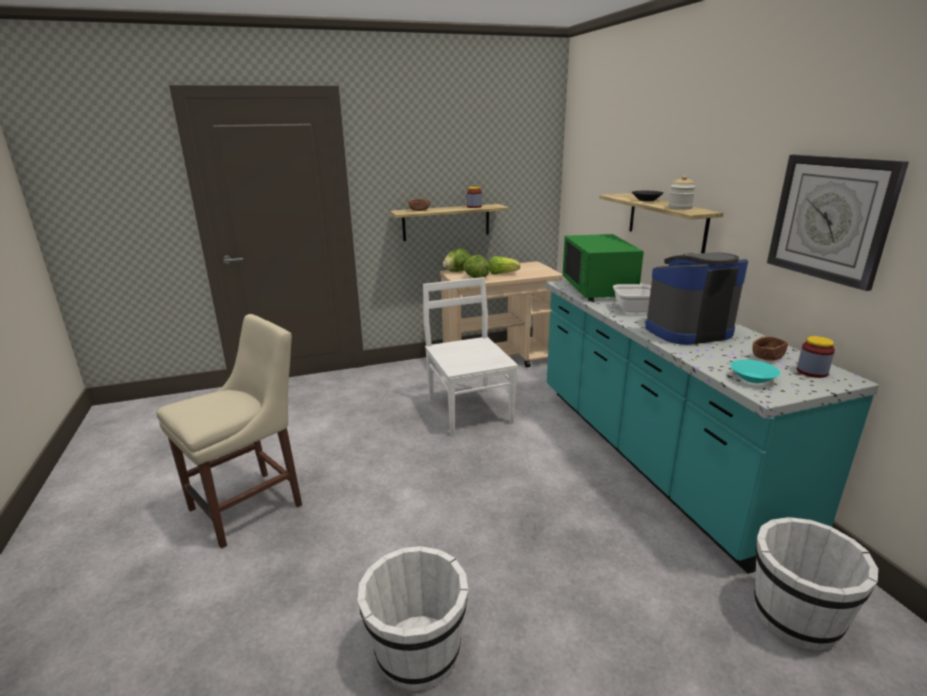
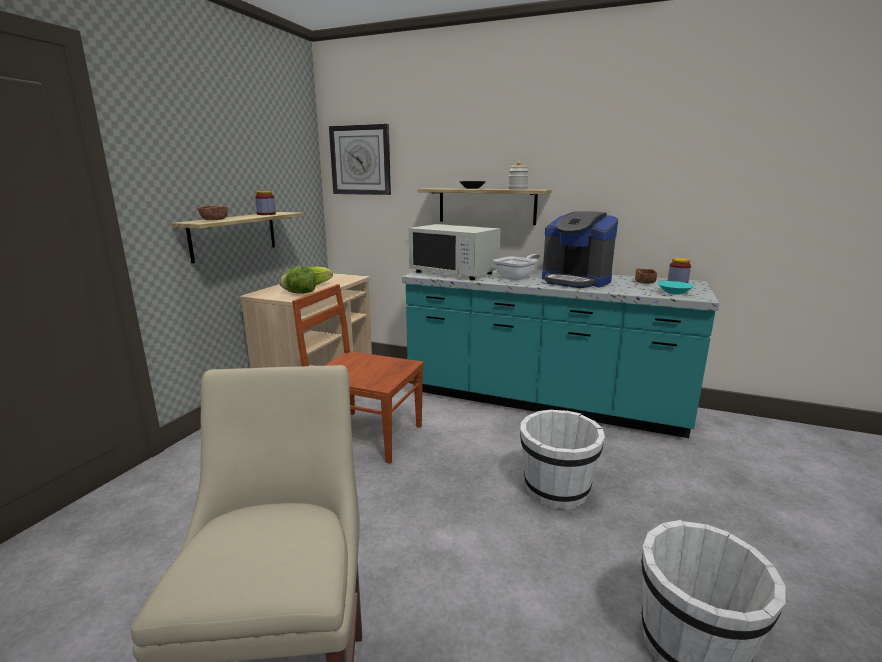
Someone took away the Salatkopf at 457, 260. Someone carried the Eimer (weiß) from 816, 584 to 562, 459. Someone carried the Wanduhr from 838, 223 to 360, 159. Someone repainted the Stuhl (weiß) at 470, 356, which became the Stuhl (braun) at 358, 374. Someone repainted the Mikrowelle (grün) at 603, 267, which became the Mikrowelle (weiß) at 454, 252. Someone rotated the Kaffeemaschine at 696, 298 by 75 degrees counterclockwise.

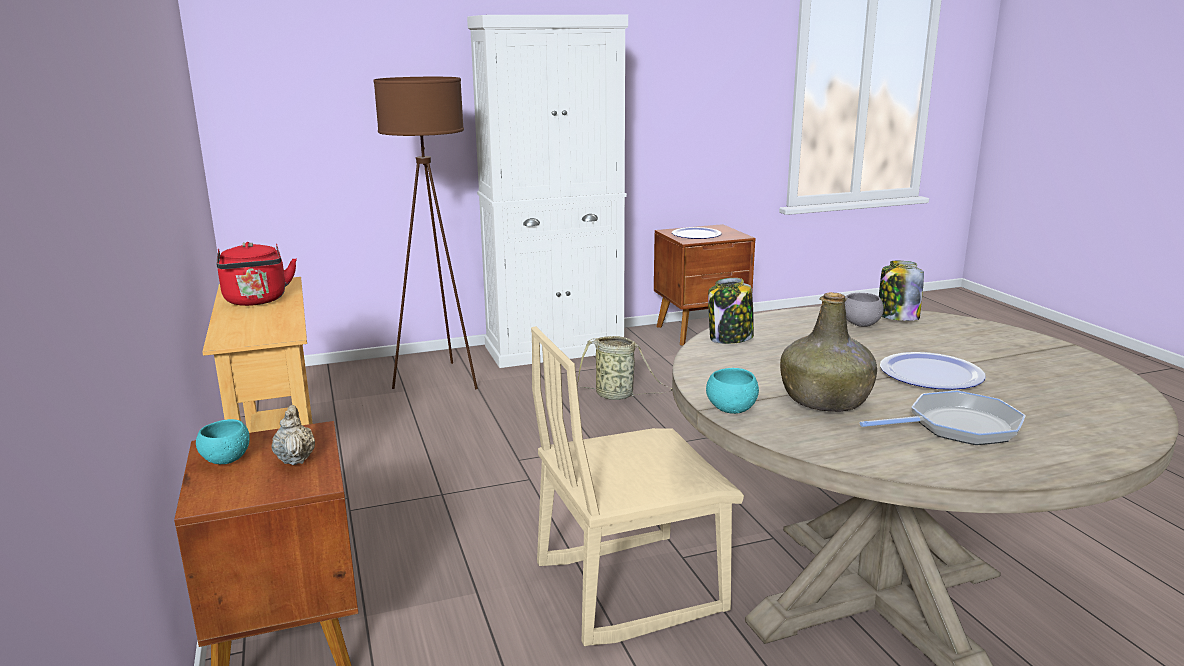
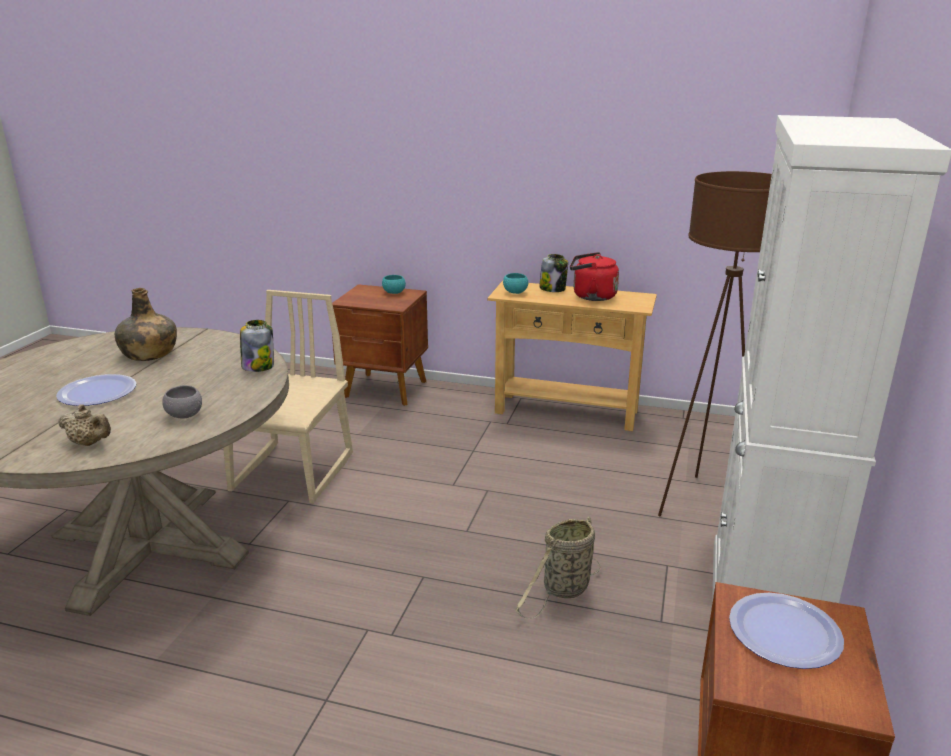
Someone took away the Pfanne at 943, 417. Someone carried the Teekanne (beige) from 293, 435 to 84, 425. Someone carried the Schüssel (türkis) from 732, 391 to 515, 283. Someone carried the Vorratsglas from 901, 291 to 553, 273.

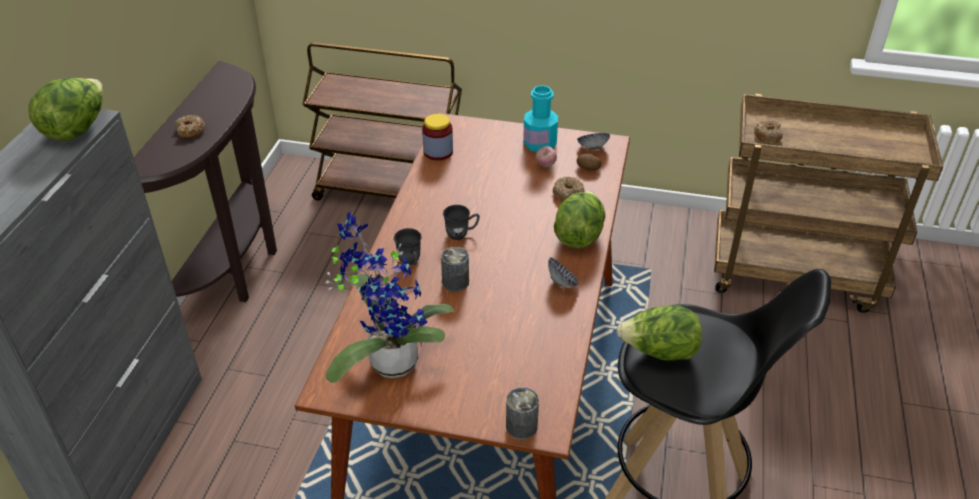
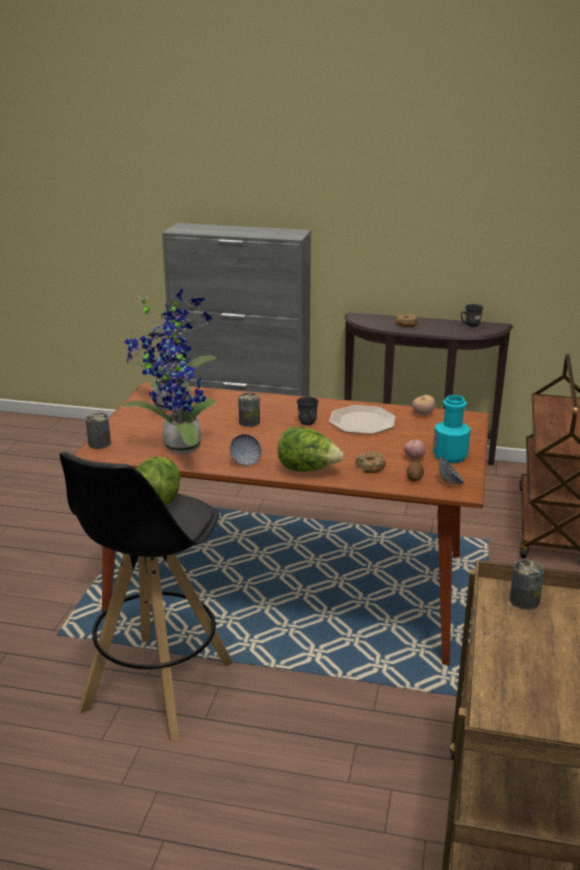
Someone took away the Salatkopf at 66, 109. Someone put down the Topfpflanze at 169, 395. Someone put down the Teller at 362, 419. Someone carried the Henkelbecher (grau) from 408, 246 to 472, 315. Someone swapped the Vorratsglas at 437, 137 for the Tomate at 423, 405. Someone swapped the Donut at 768, 132 for the Dose at 526, 584.

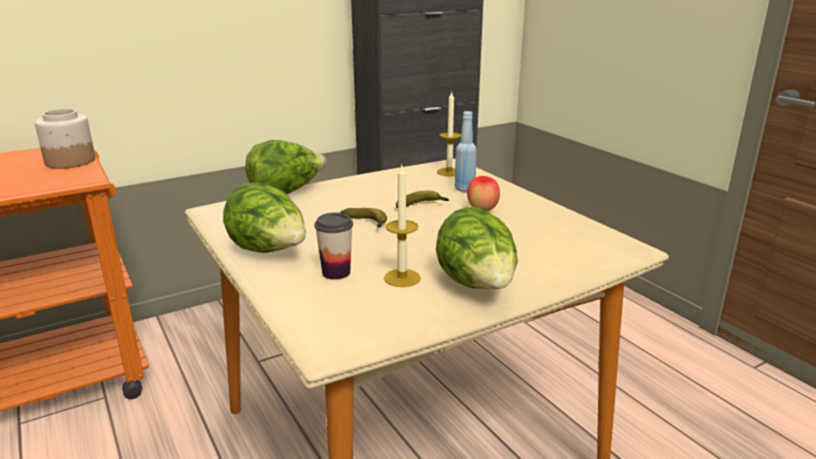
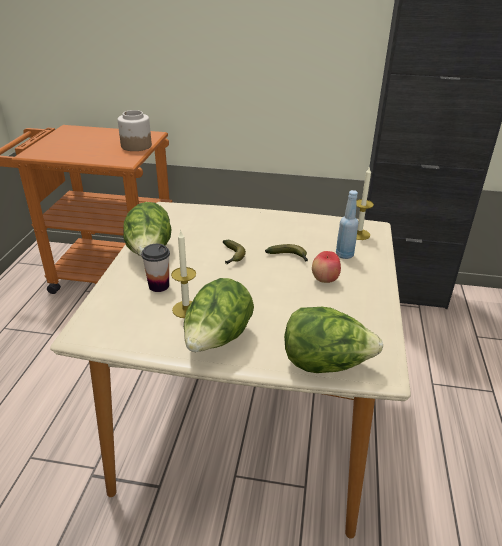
Someone carried the Salatkopf from 285, 167 to 333, 340.

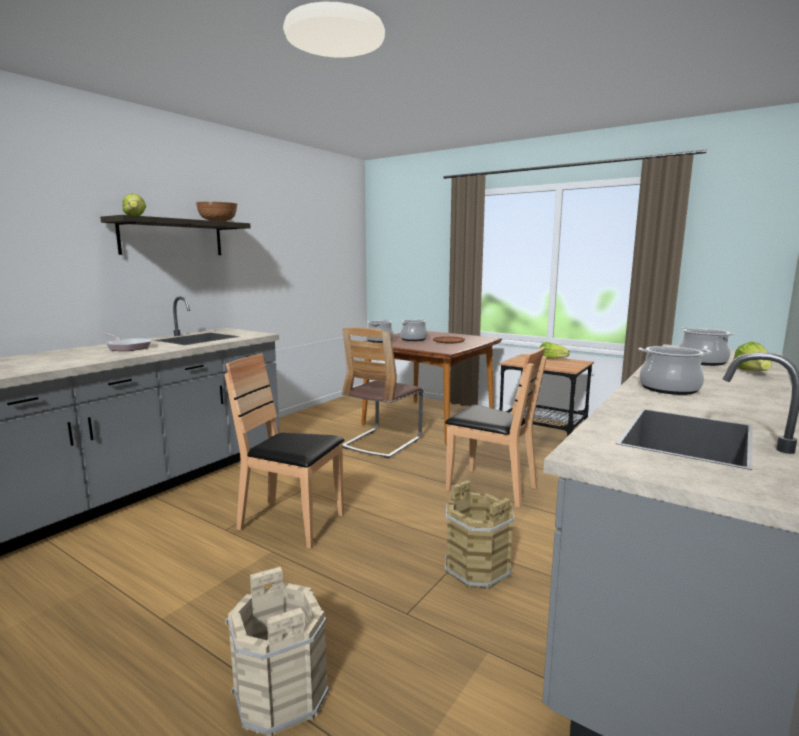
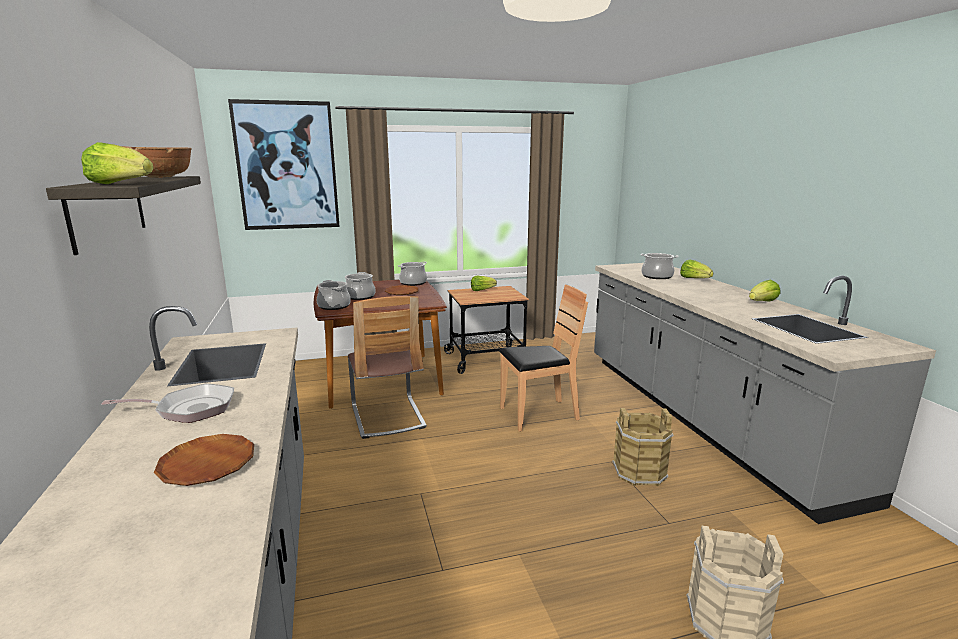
Someone took away the Stuhl (braun) at 284, 451. Someone put down the Teller (braun) at 204, 460. Someone put up the Bild at 284, 164. Someone put down the Salatkopf at 764, 290. Someone carried the Kochtopf from 674, 370 to 412, 274.

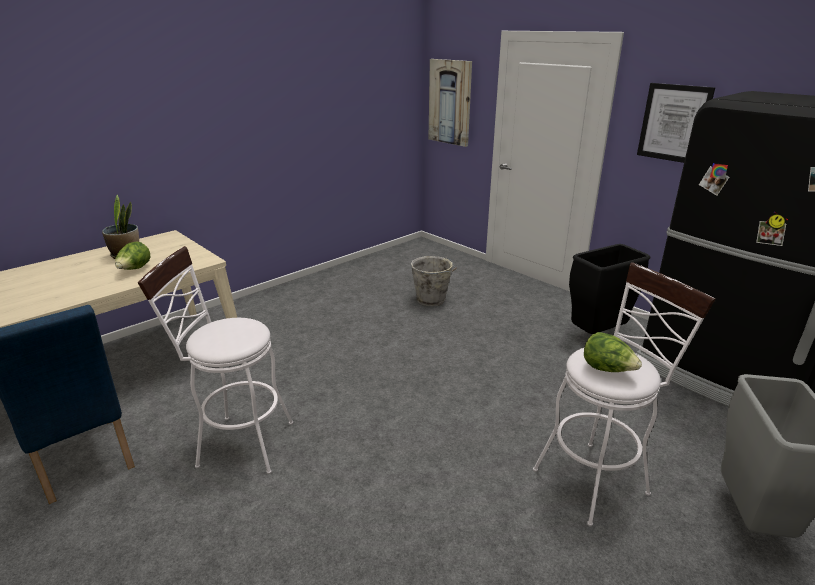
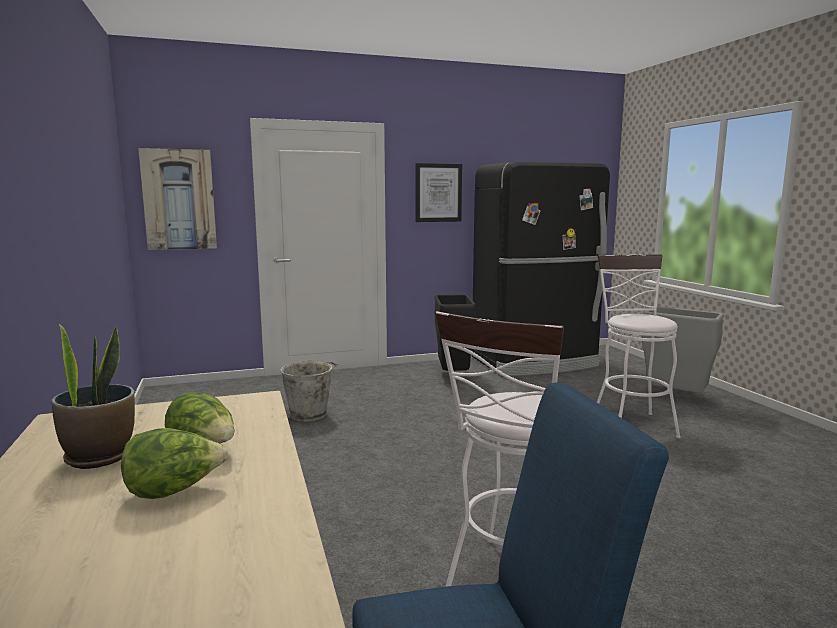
Someone carried the Salatkopf from 613, 352 to 174, 463.

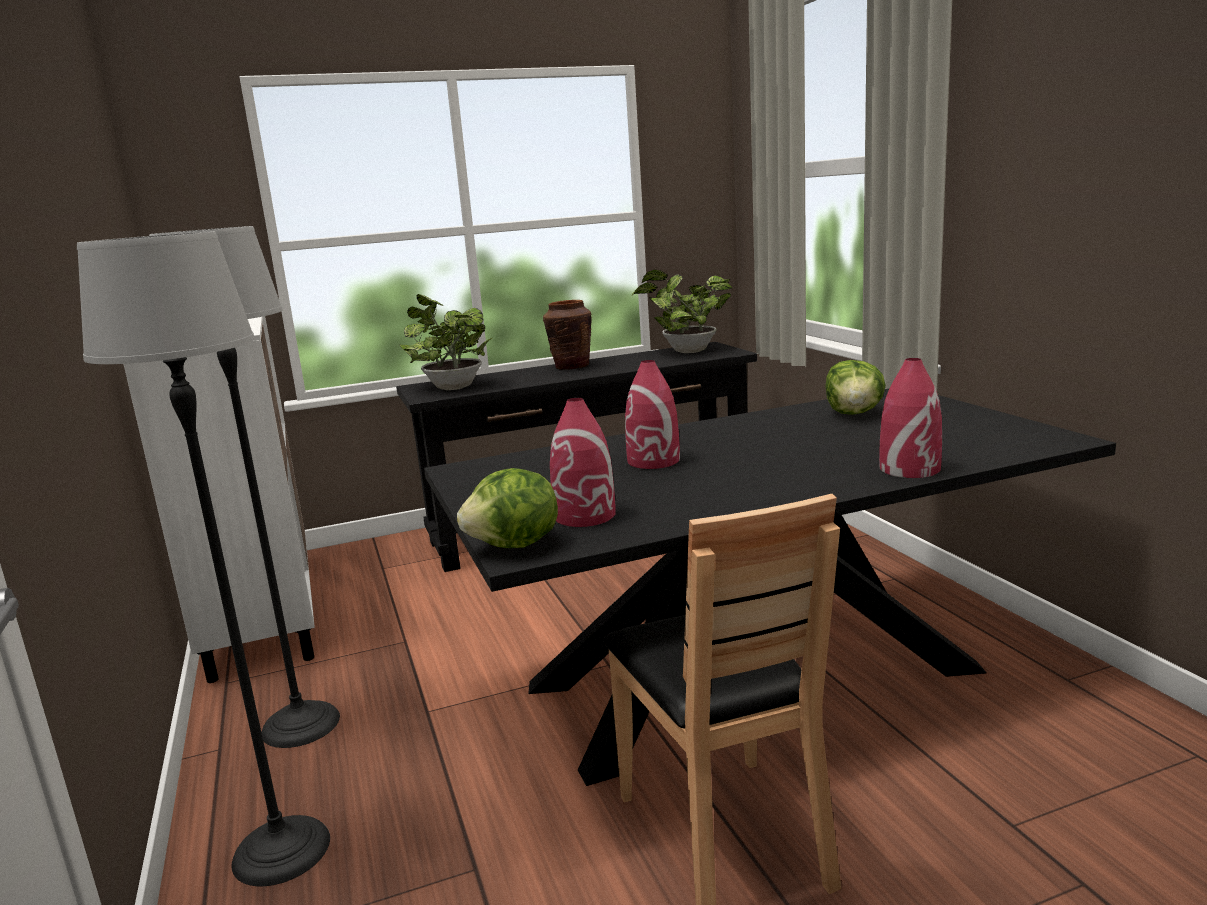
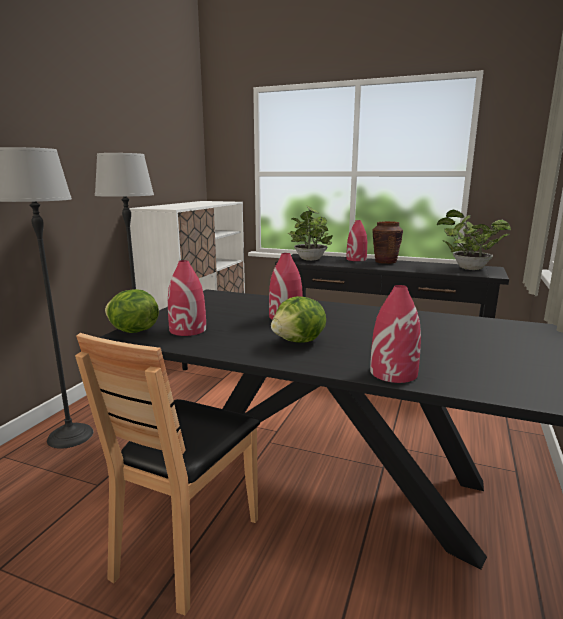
Someone put down the Vase (rot) at 356, 240. Someone carried the Salatkopf from 855, 387 to 298, 319.

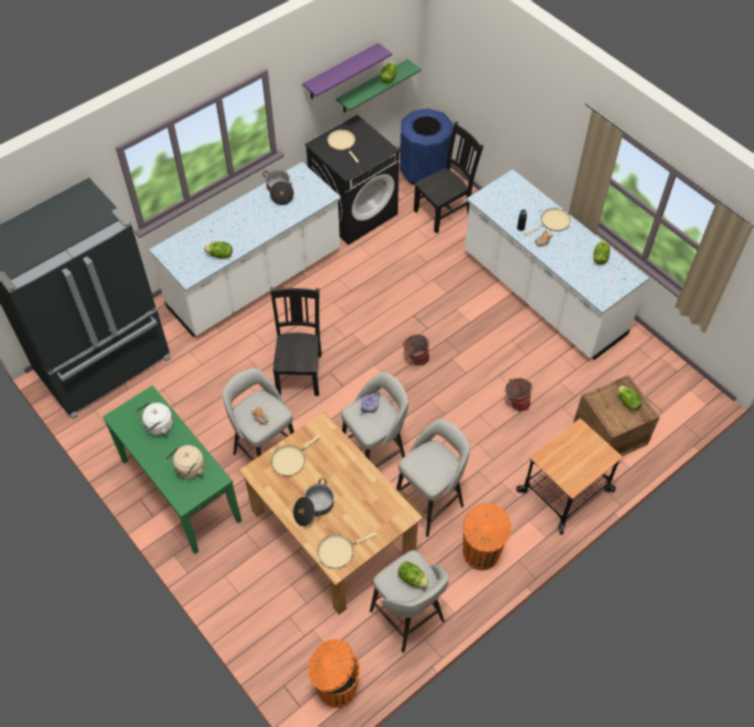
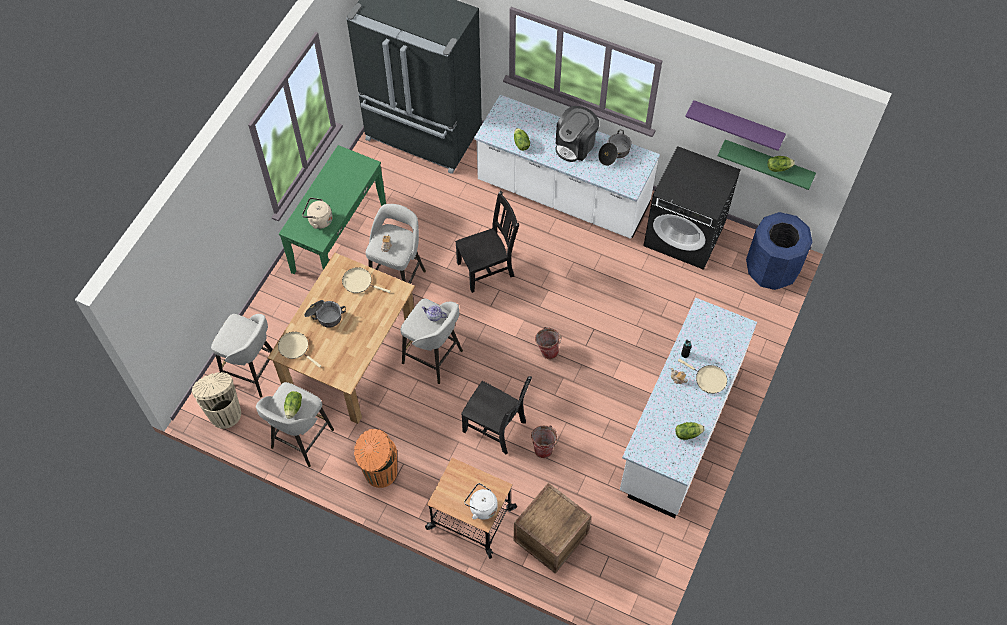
Someone took away the Pfanne (beige) at 343, 146. Someone took away the Salatkopf at 630, 398. Someone put down the Kaffeemaschine at 577, 134. Someone carried the Wasserkessel (weiß) from 154, 418 to 480, 501. Someone carried the Hocker (grau) from 433, 478 to 242, 355. Someone carried the Stuhl (schwarz) from 448, 177 to 496, 415. Someone repainted the Mülleimer (orange) at 334, 673, which became the Mülleimer (beige) at 216, 400.

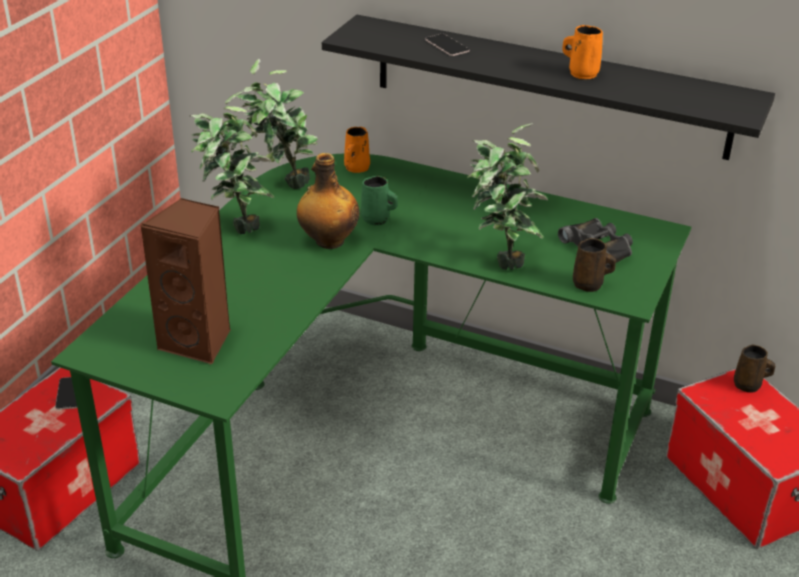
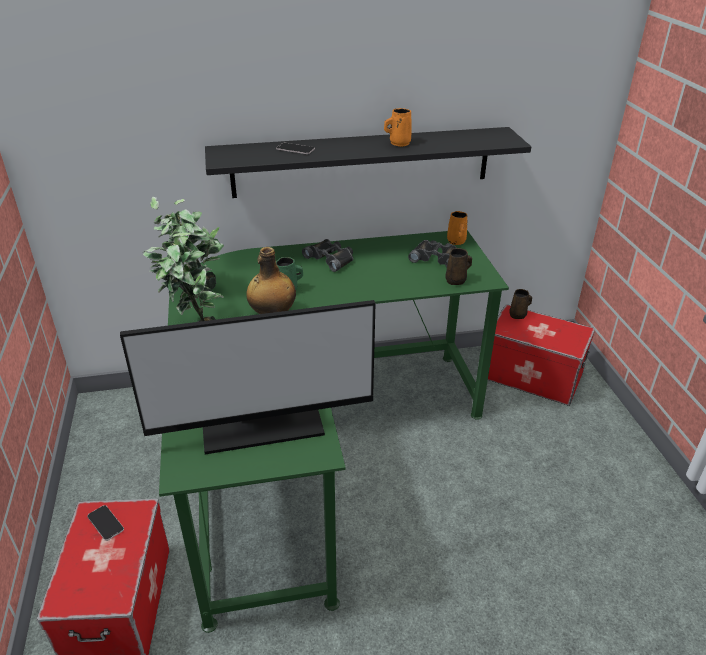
Someone took away the Topfpflanze at 507, 196. Someone put down the Fernglas (schwarz) at 327, 255. Someone carried the Henkelbecher (orange) from 357, 150 to 457, 228. Someone swapped the Lautsprecher (braun) at 185, 281 for the Monitor at 248, 377.

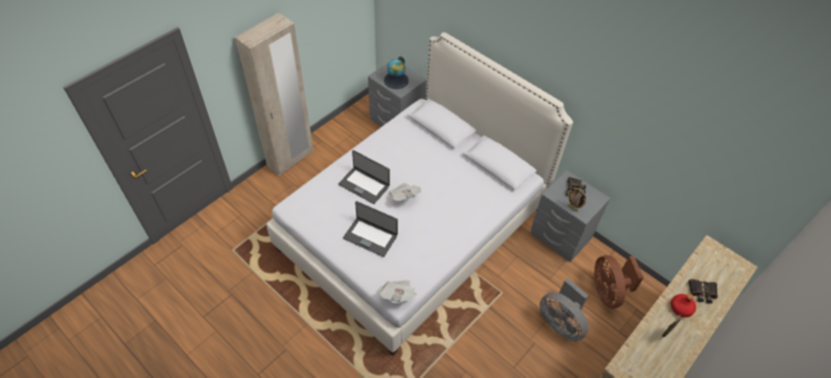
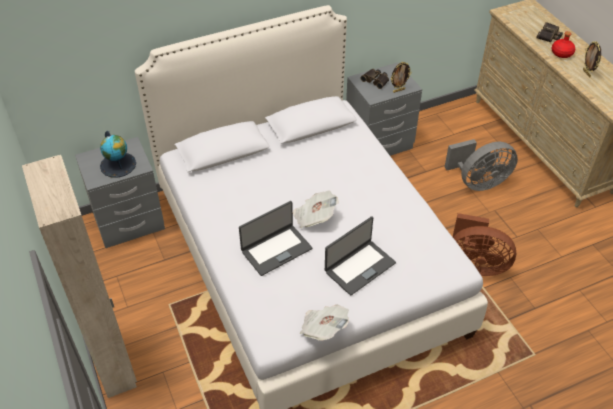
Someone carried the Zeitung from 398, 291 to 324, 323. Someone carried the Ventilator (braun) from 619, 281 to 484, 244.

